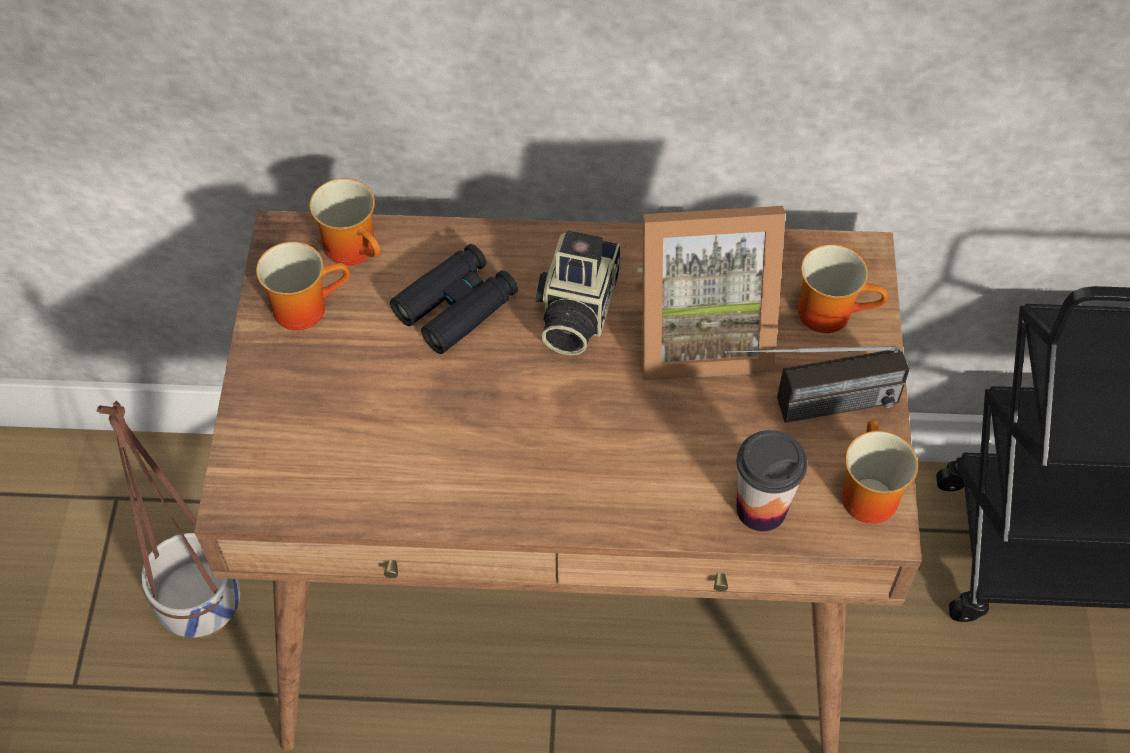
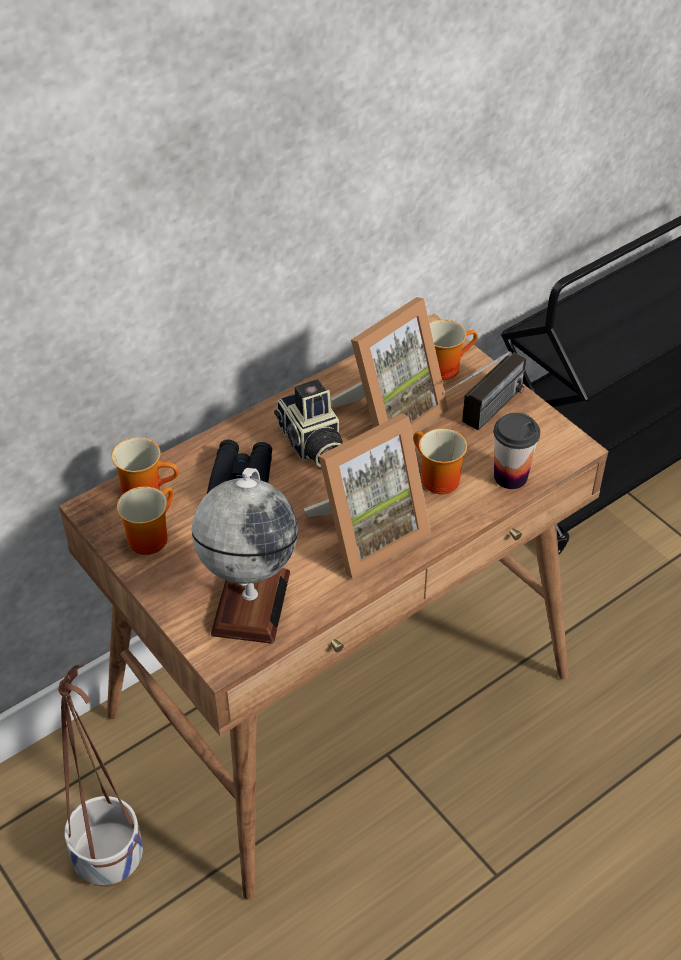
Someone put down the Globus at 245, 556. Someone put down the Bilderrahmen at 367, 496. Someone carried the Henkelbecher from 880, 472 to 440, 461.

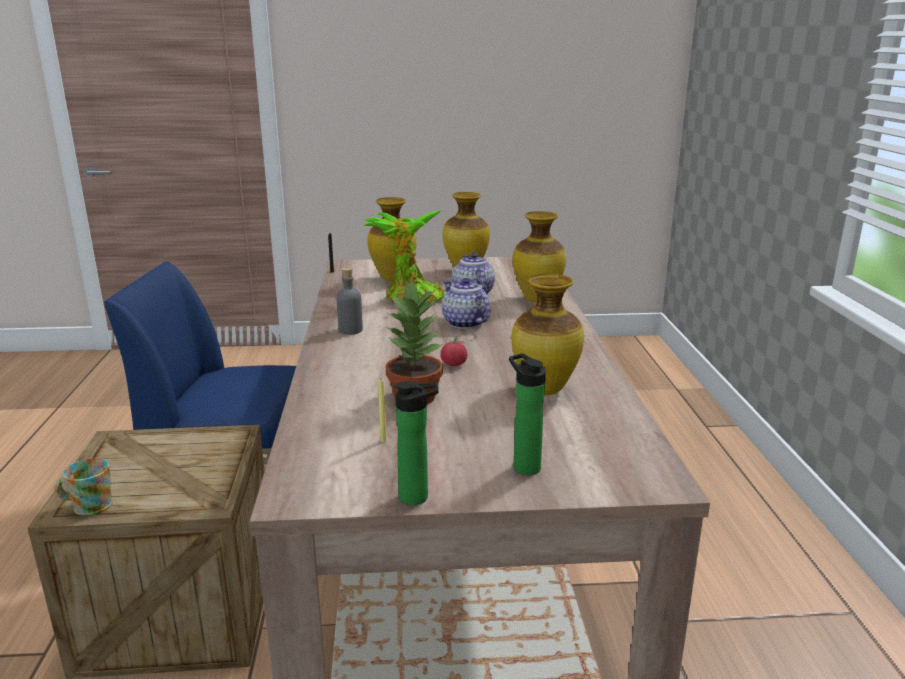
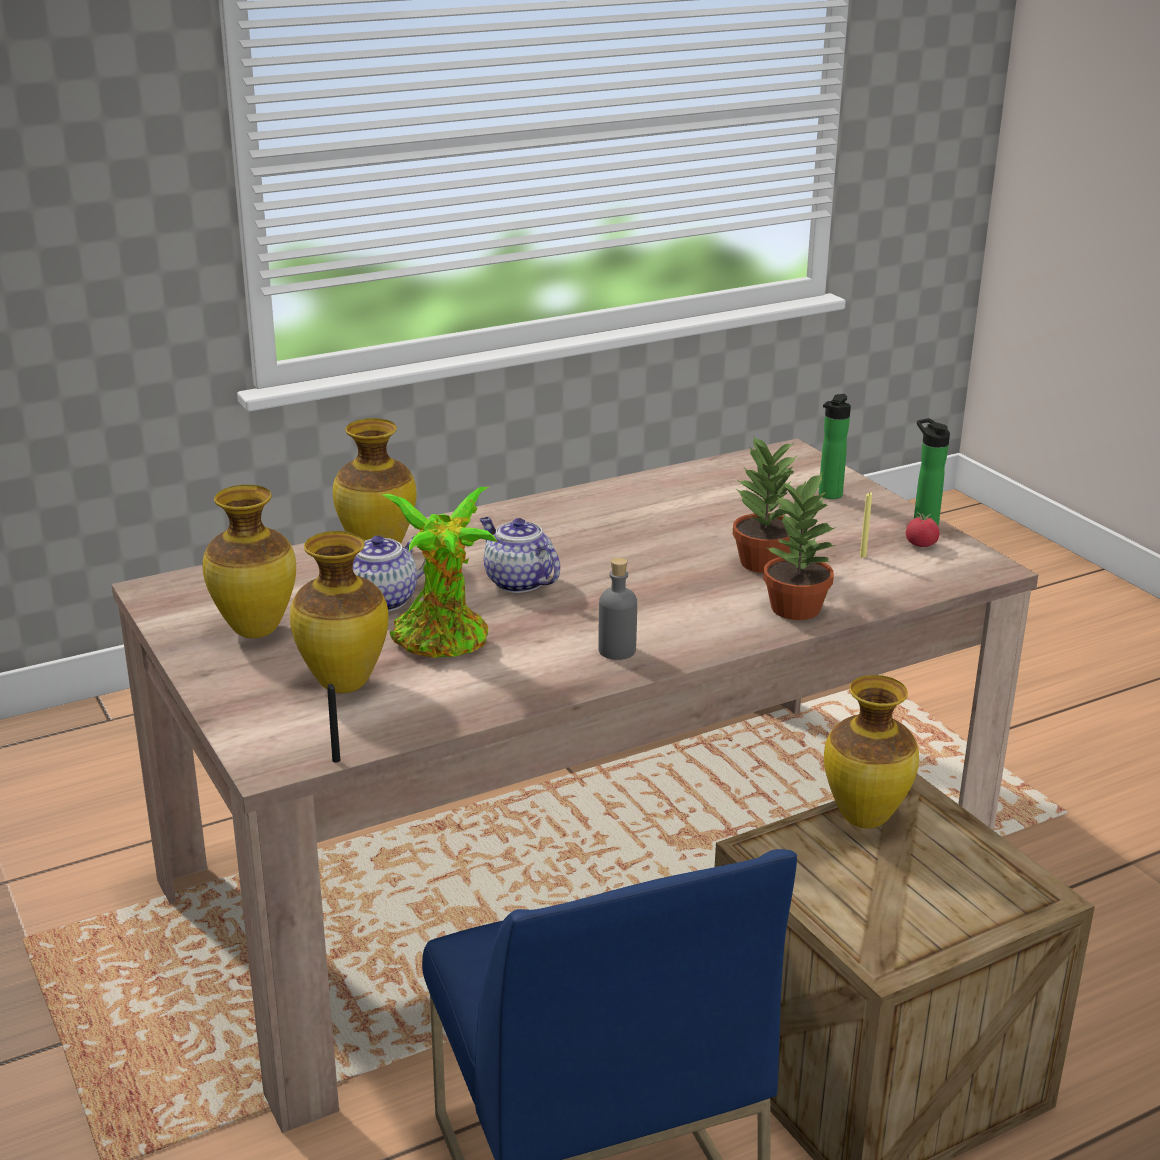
Someone took away the Henkelbecher at 83, 487. Someone put down the Topfpflanze at 800, 546. Someone carried the Tomate from 454, 351 to 922, 529. Someone carried the Vase from 547, 334 to 871, 751. Someone rotated the Teekanne at 466, 303 by 105 degrees clockwise.

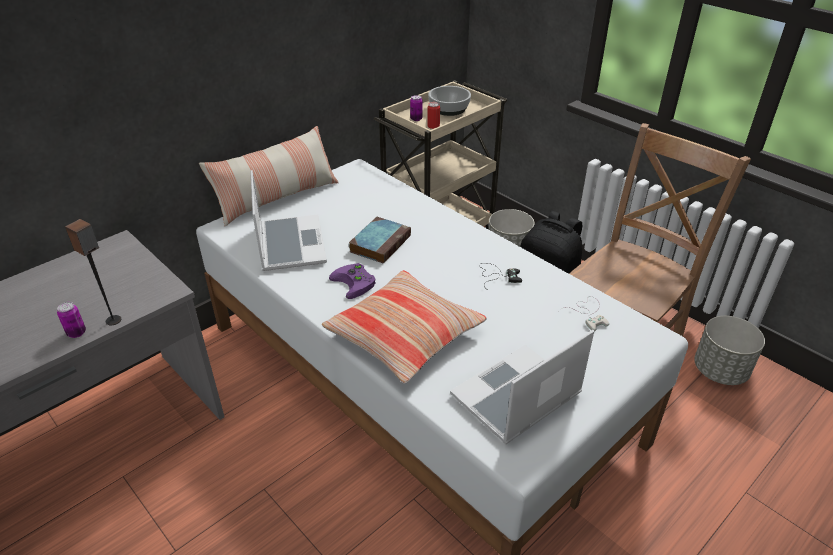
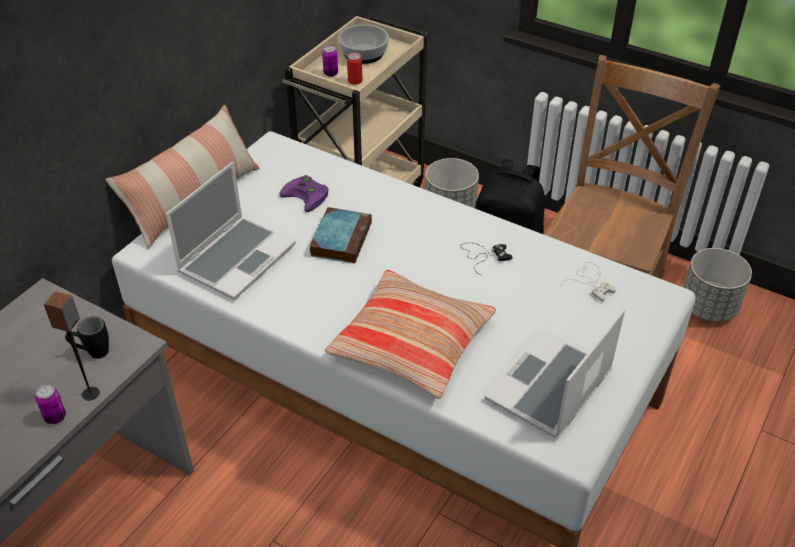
Someone put down the Henkelbecher (schwarz) at 87, 337. Someone carried the Gamepad (lila) from 352, 281 to 304, 193. Someone rotated the Laptop at 288, 220 by 60 degrees clockwise.

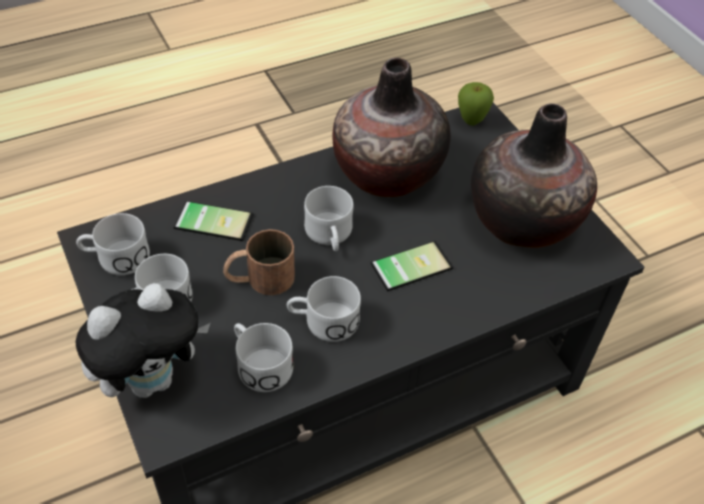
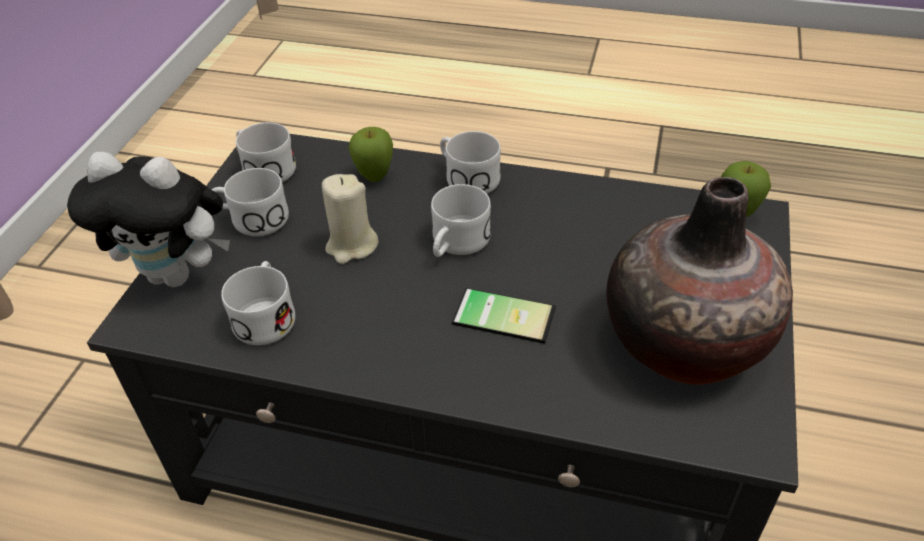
Someone took away the Vase at 392, 127. Someone carried the Henkelbecher (weiß) from 324, 309 to 470, 162. Someone swapped the Handy at 213, 221 for the Apfel at 371, 154. Someone swapped the Henkelbecher (braun) at 259, 262 for the Kerze (beige) at 350, 219.

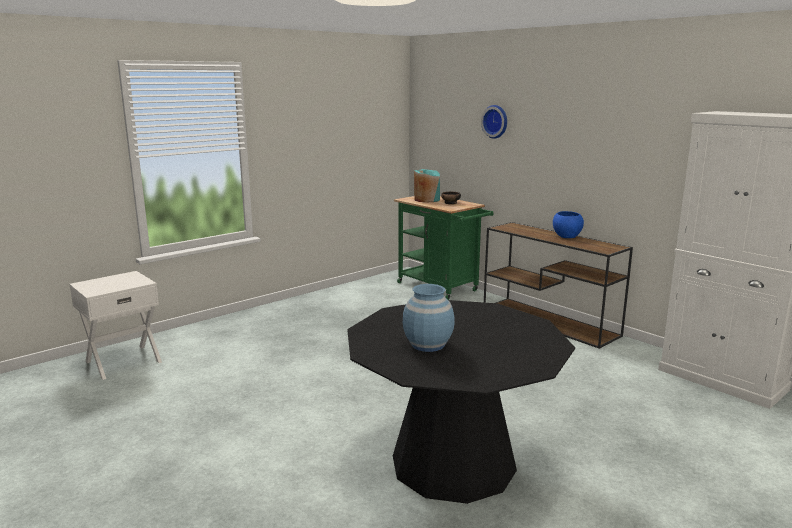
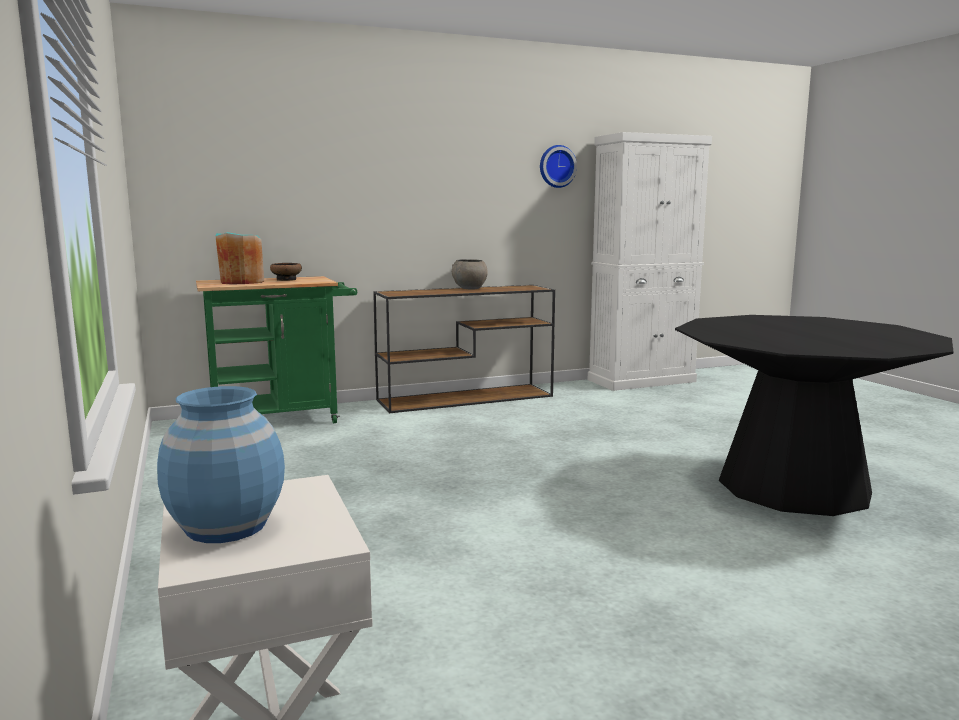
Someone carried the Vase (blau) from 429, 318 to 221, 464. Someone carried the Wanduhr from 494, 122 to 558, 166. Someone repainted the Schüssel (blau) at 568, 224, which became the Schüssel (grau) at 470, 274.

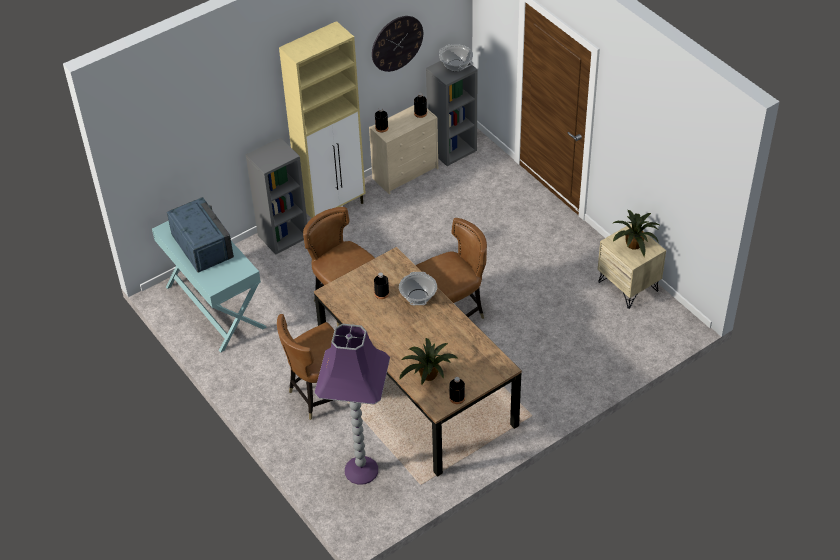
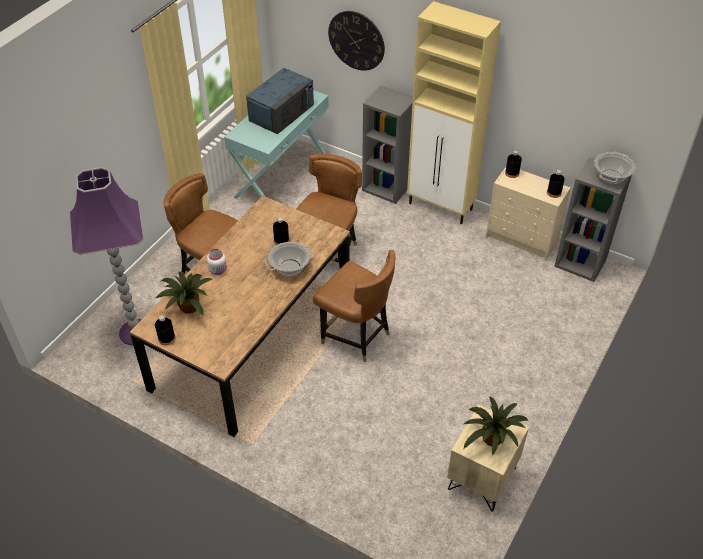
Someone put down the Vorratsglas (weiß) at 217, 262. Someone carried the Wanduhr from 397, 44 to 356, 41.

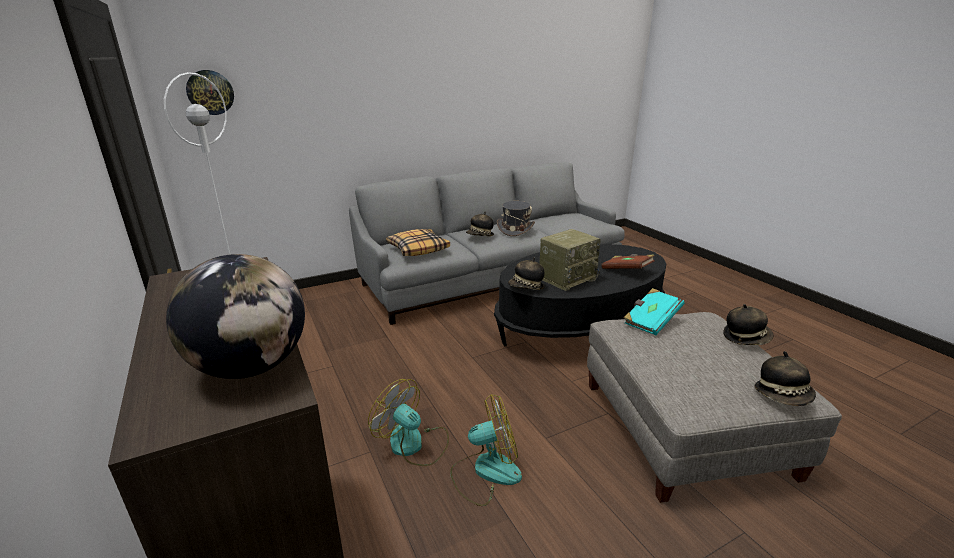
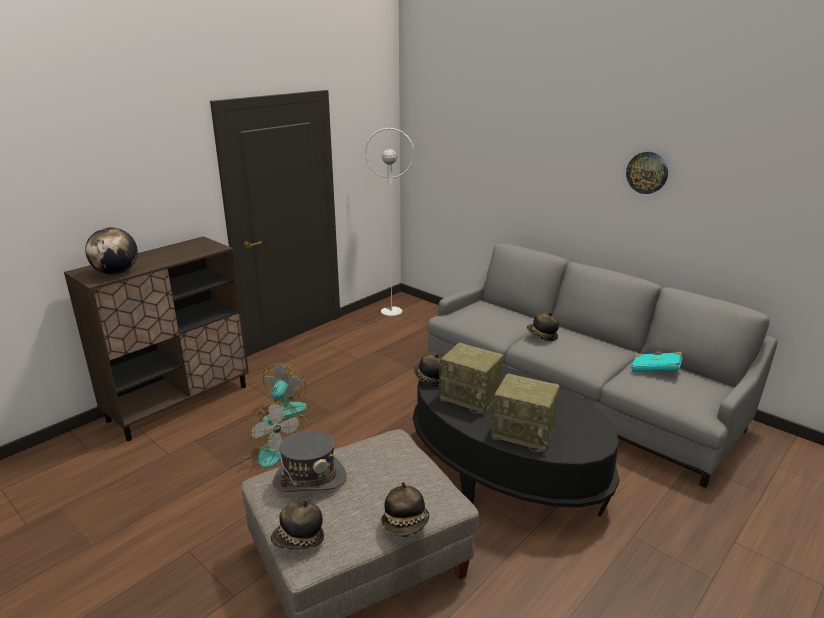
Someone took away the Kissen at 418, 242. Someone carried the Wanduhr from 210, 92 to 647, 173. Someone carried the Hut (grau) from 516, 218 to 310, 461. Someone carried the Buch (türkis) from 654, 311 to 657, 361. Someone swapped the Buch (braun) at 628, 261 for the Radio at 525, 412.

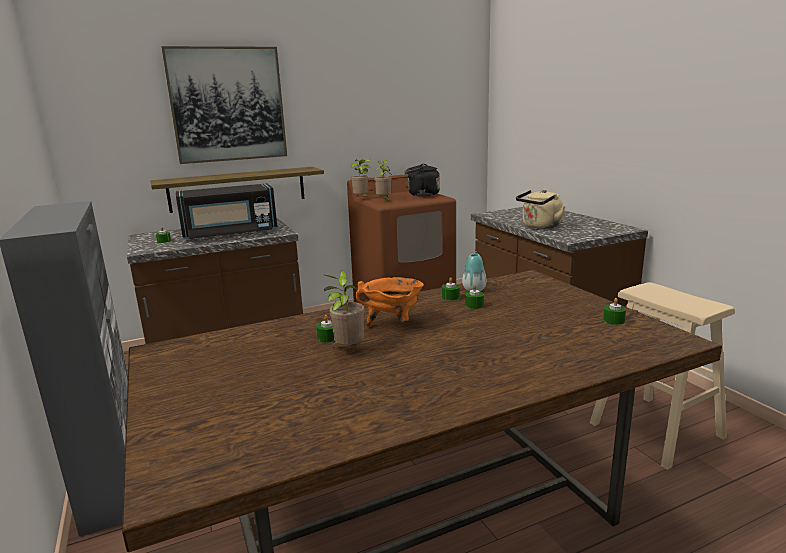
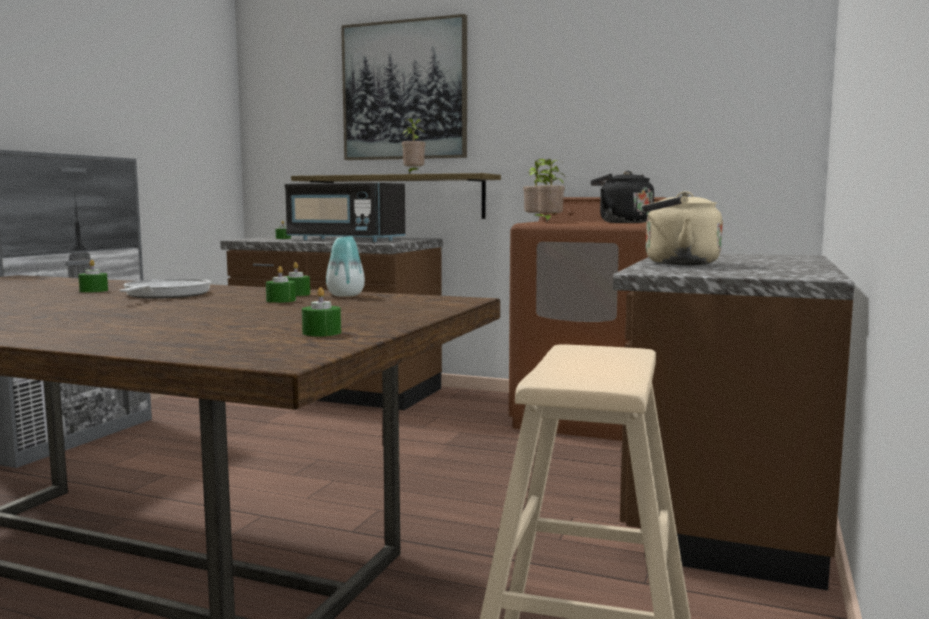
Someone carried the Topfpflanze from 344, 308 to 414, 146. Someone swapped the Kochtopf (orange) at 390, 302 for the Pfanne at 165, 289.

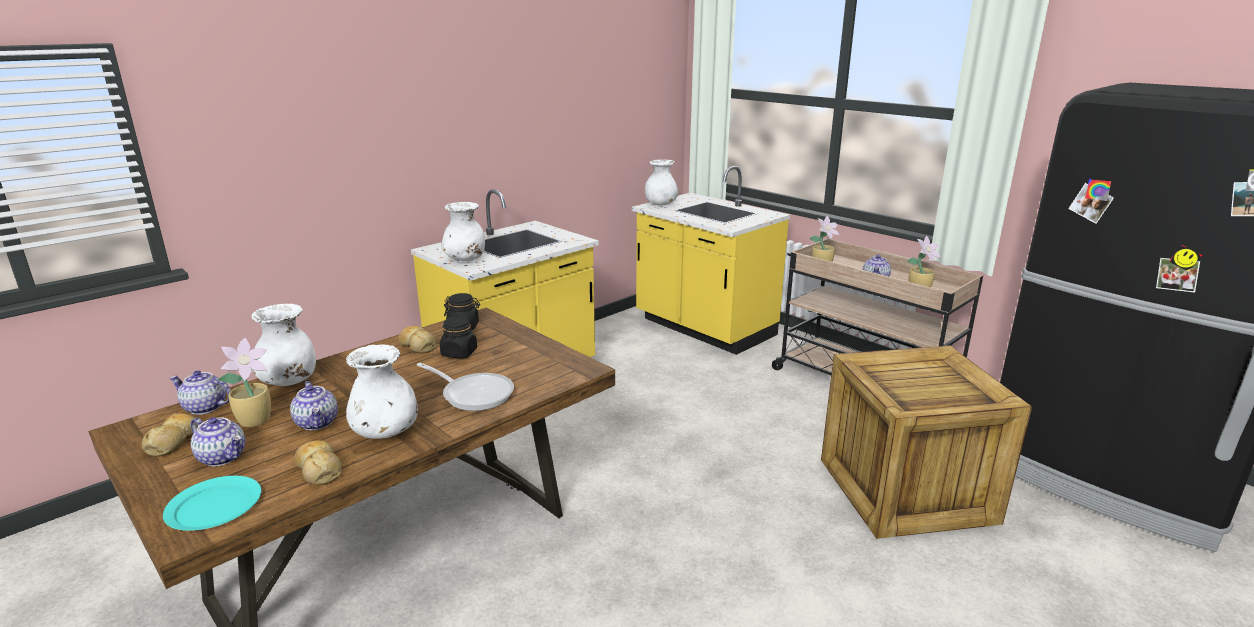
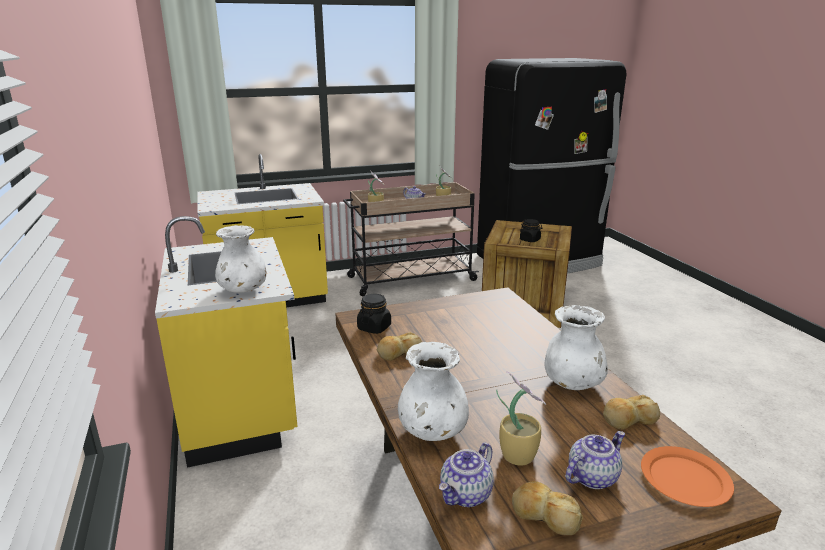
Someone took away the Teekanne at 314, 405. Someone took away the Pfanne at 465, 387. Someone took away the Vase (weiß) at 662, 182. Someone carried the Vorratsglas (schwarz) from 458, 337 to 531, 230. Someone repainted the Teller (türkis) at 212, 503, which became the Teller (orange) at 687, 476.

